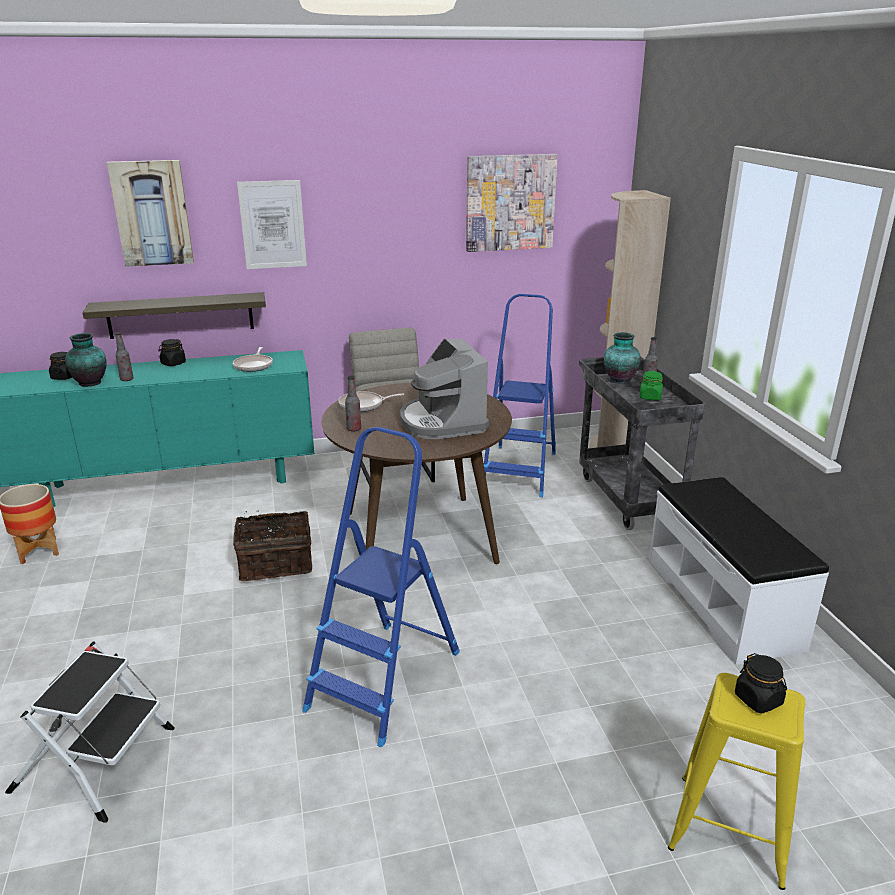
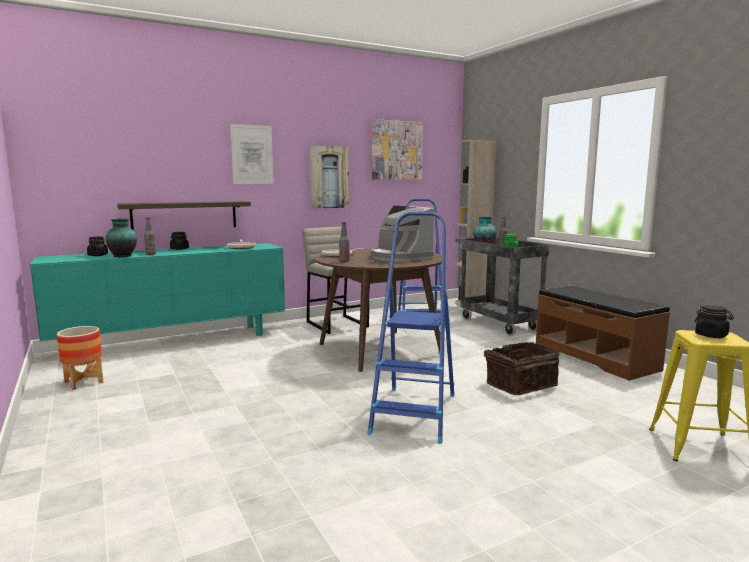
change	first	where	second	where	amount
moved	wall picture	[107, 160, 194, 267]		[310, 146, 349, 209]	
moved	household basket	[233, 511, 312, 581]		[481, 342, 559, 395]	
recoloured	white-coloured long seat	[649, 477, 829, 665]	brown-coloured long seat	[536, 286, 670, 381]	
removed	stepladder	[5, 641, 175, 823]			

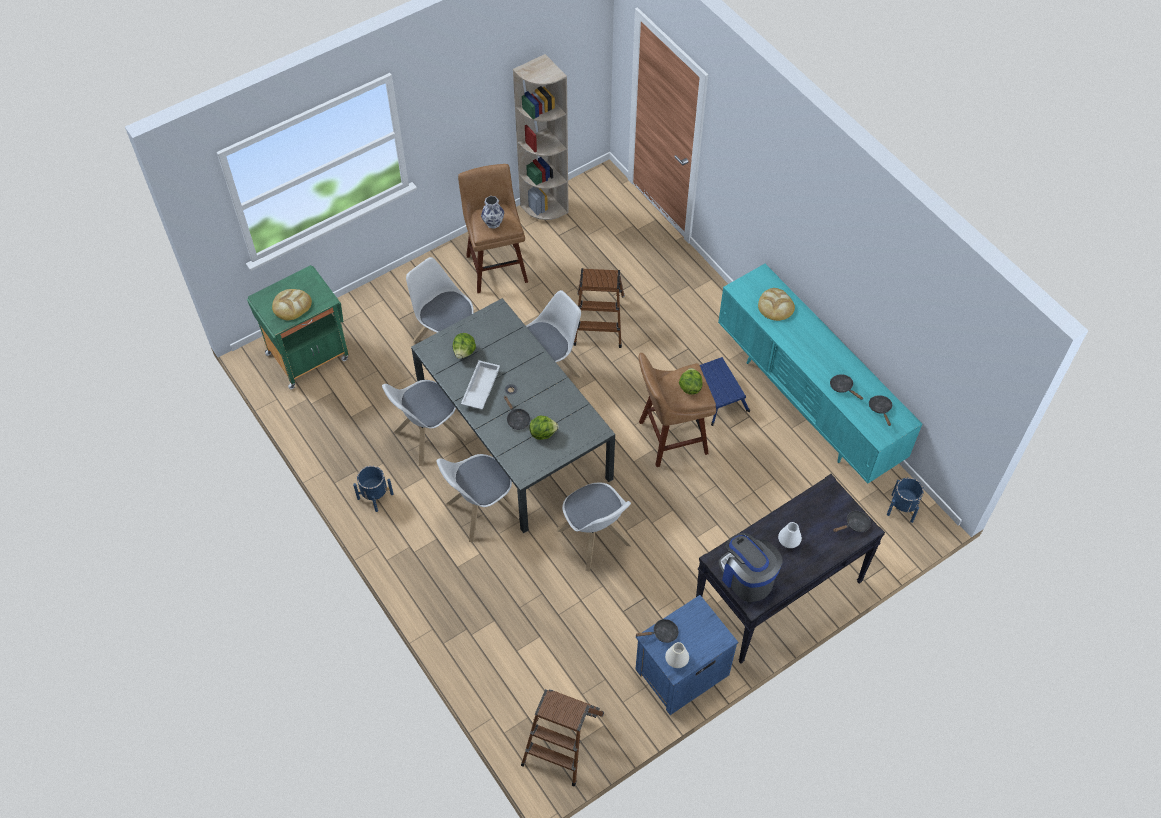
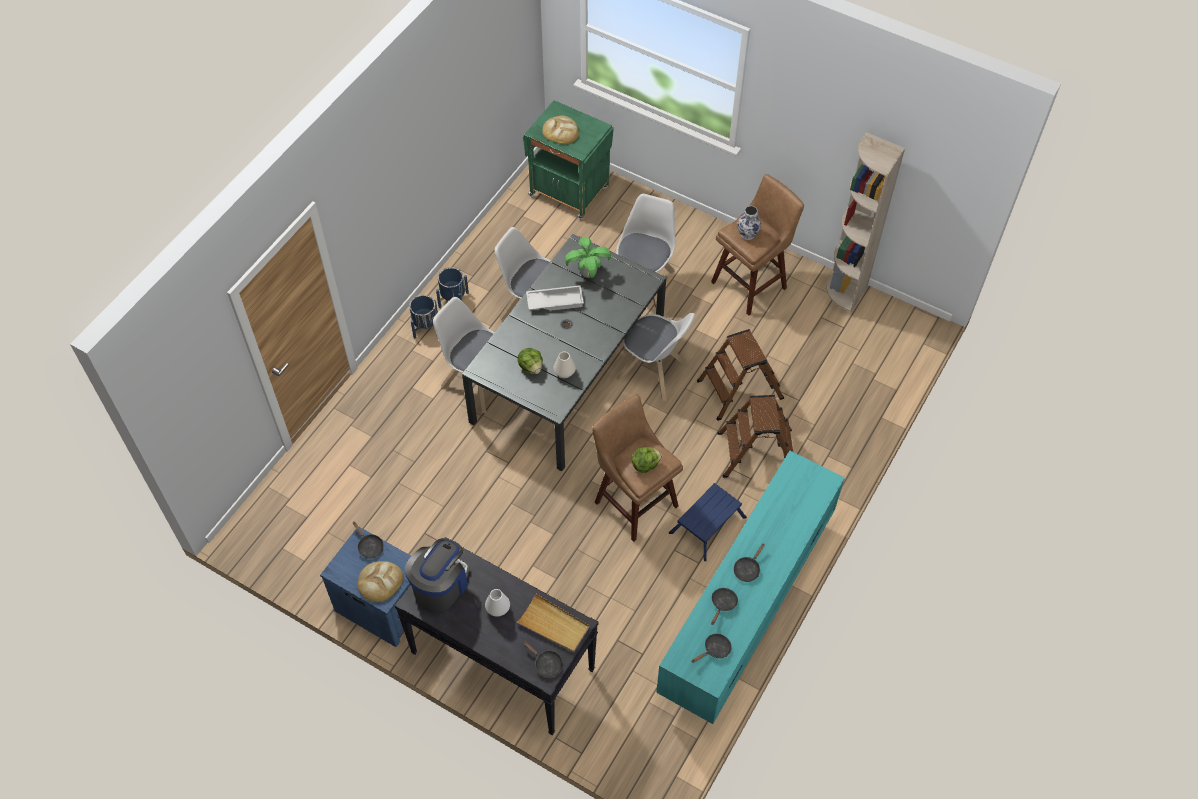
change	first	where	second	where	amount
moved	bakery bread	[758, 288, 795, 321]		[358, 561, 403, 602]	
moved	bluish planter	[887, 477, 924, 523]		[409, 295, 438, 339]	
added			beige-coloured carrying tray	[517, 593, 590, 652]	
moved	white-coloured flower vase	[665, 642, 689, 668]		[554, 351, 576, 378]	
replaced	head of lettuce	[453, 333, 476, 359]	plant in a pot	[565, 237, 611, 278]	
moved	brown-coloured stepladder	[521, 689, 604, 786]		[717, 395, 793, 478]	
moved	black skillet	[504, 396, 530, 430]		[734, 543, 765, 582]	
removed	upright chair	[557, 483, 632, 572]			

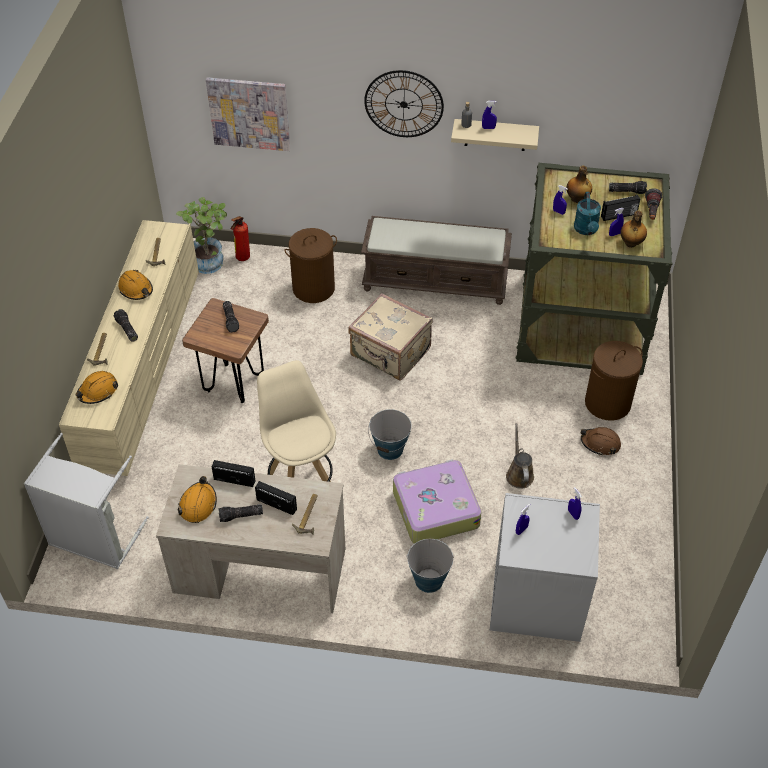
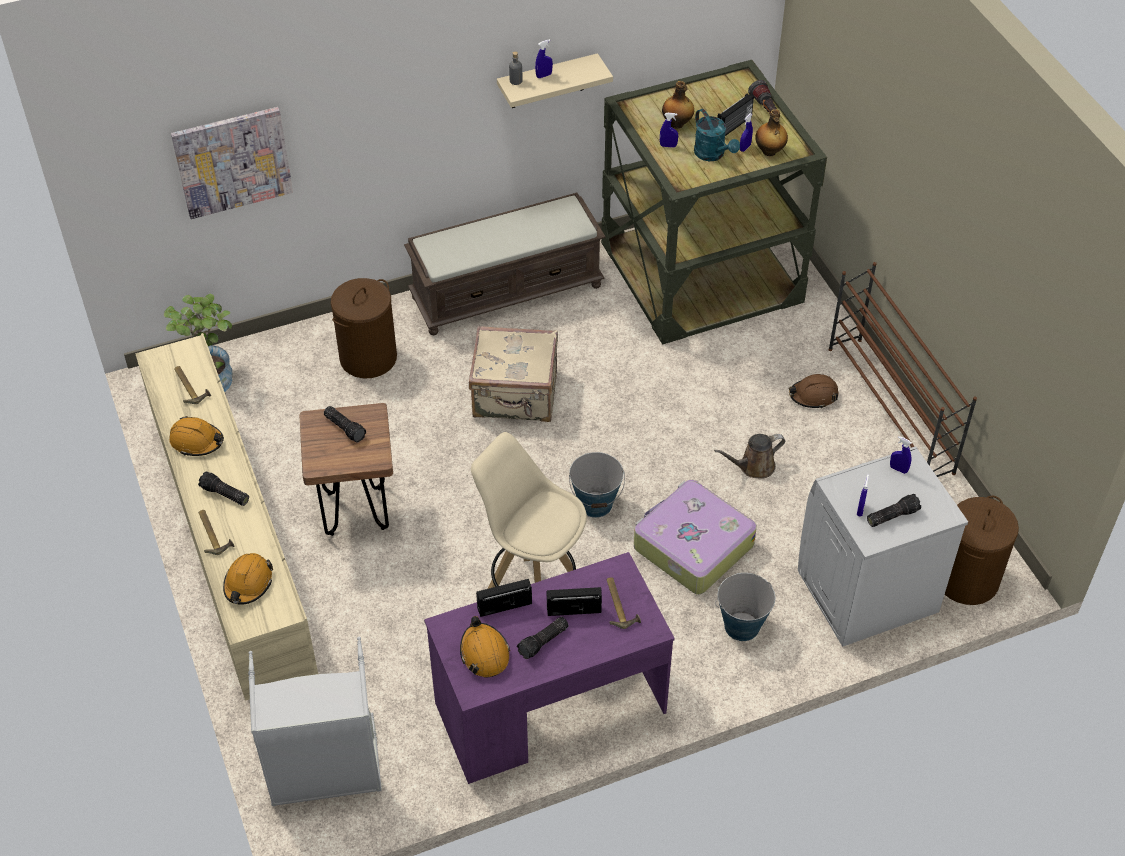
change	first	where	second	where	amount
recoloured	beige-coloured desk	[156, 464, 345, 613]	purple-coloured desk	[424, 552, 675, 784]	
turned	brown-coloured watering can	[506, 423, 534, 489]		[714, 434, 785, 479]	75 degrees counterclockwise
added			brown-coloured shoe shelf	[829, 262, 977, 477]	
moved	torch	[609, 181, 647, 194]		[867, 494, 921, 527]	
moved	brown-coloured laundry basket	[585, 341, 643, 421]		[945, 496, 1019, 605]	
removed	fire-fighting cylinder	[231, 216, 250, 261]			
removed	hanging clock	[364, 70, 444, 137]			

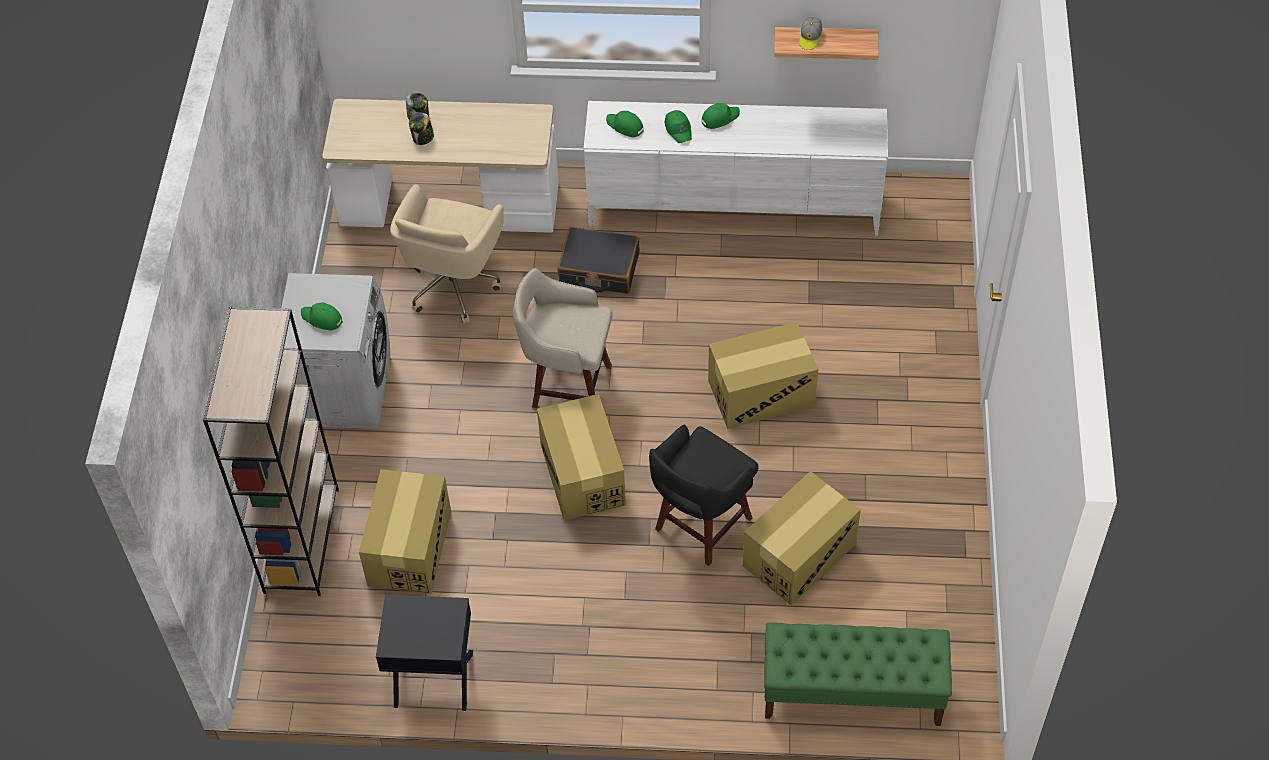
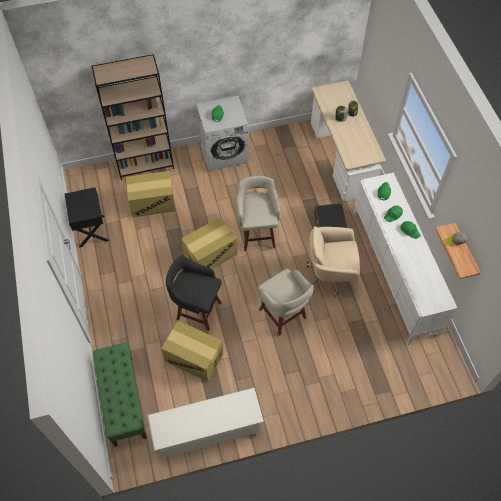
change	first	where	second	where	amount
added			white-coloured shoe shelf	[148, 388, 264, 462]	
replaced	carton	[708, 322, 818, 429]	beige-coloured stool seat	[258, 269, 314, 336]	
moved	beige-coloured office chair	[390, 184, 504, 324]		[306, 226, 360, 298]	

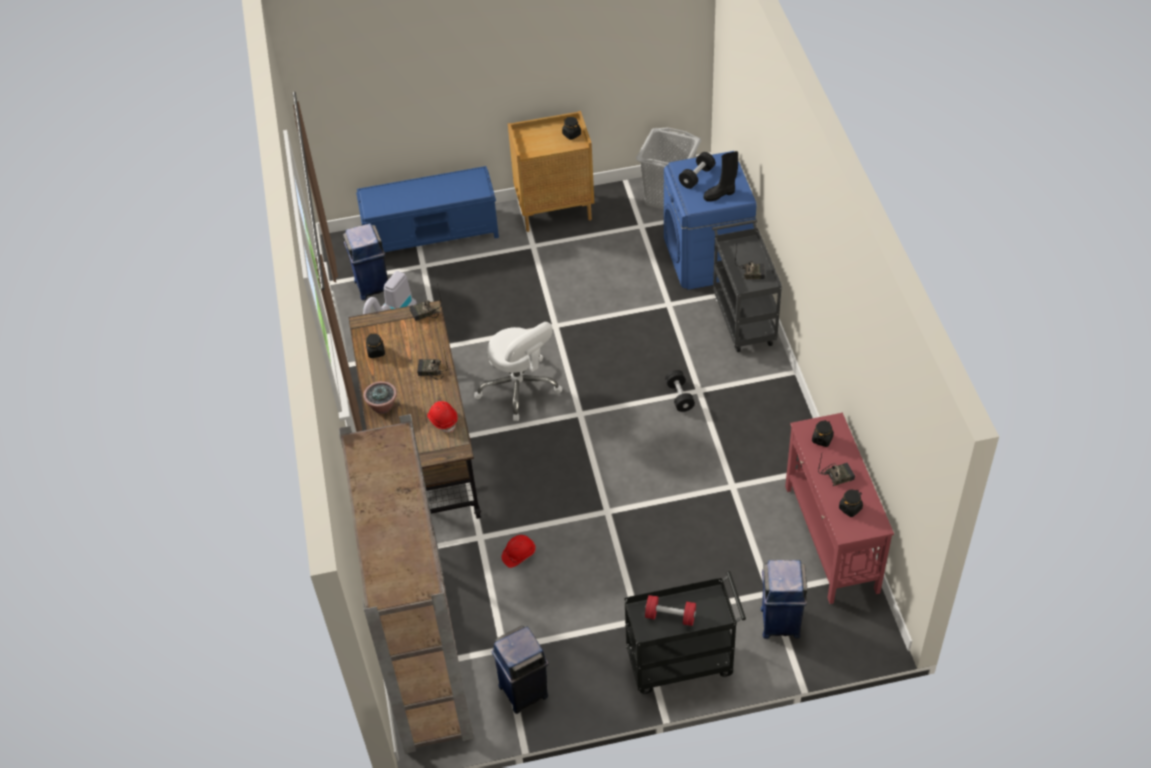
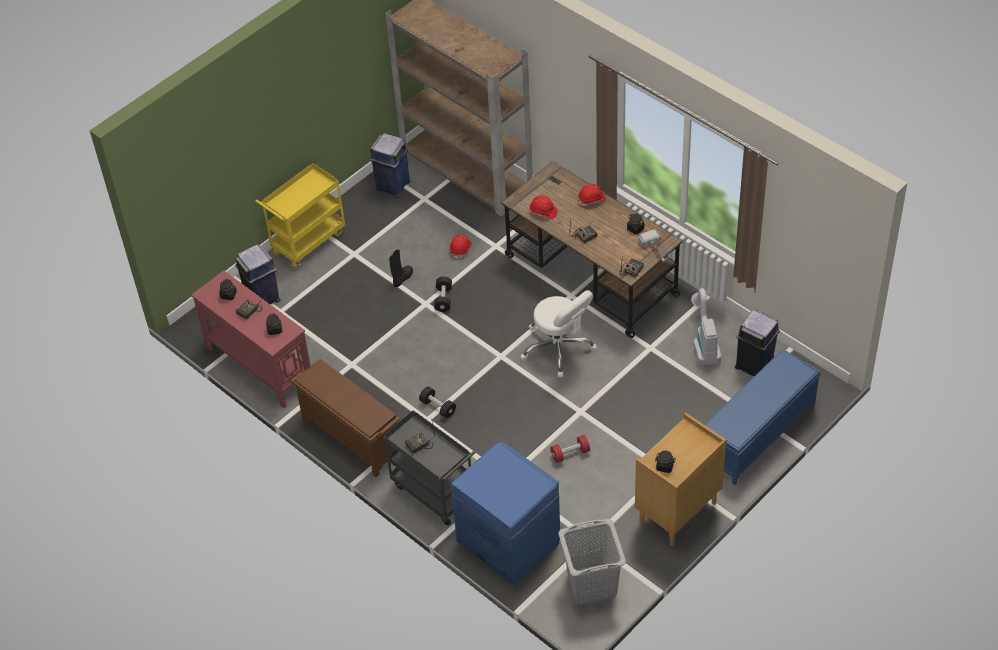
change	first	where	second	where	amount
recoloured	black trolley	[624, 571, 746, 694]	yellowish trolley	[255, 163, 345, 269]	
added			brown-coloured shoe shelf	[291, 359, 400, 477]	
moved	black tall boot	[704, 151, 738, 202]		[389, 250, 413, 287]	
moved	black dumbbell	[679, 152, 715, 189]		[434, 276, 452, 312]	
turned	white-coloured office chair	[474, 322, 563, 421]		[520, 290, 597, 377]	150 degrees counterclockwise
moved	reddish dumbbell	[645, 595, 696, 626]		[551, 435, 590, 463]	
replaced	plant in a pot	[363, 381, 397, 414]	reddish work helmet	[578, 184, 606, 206]	
added			tool hammer	[638, 229, 665, 262]	

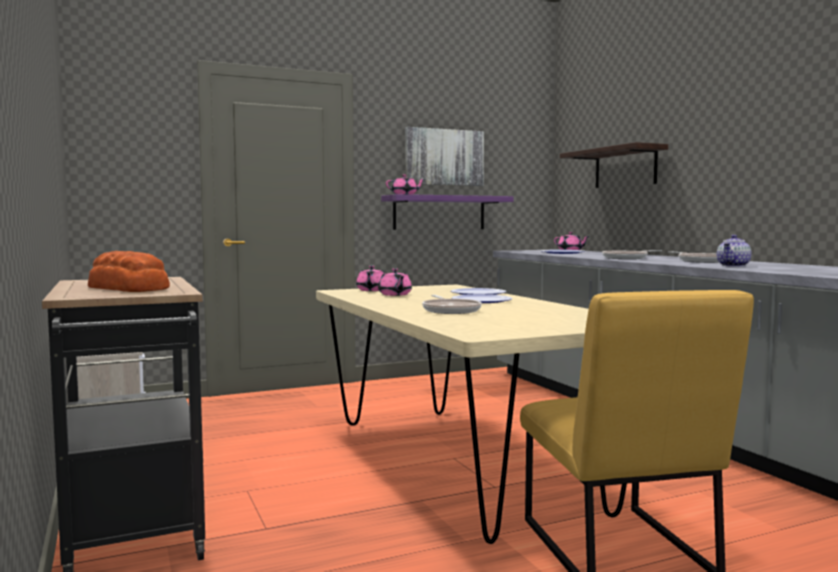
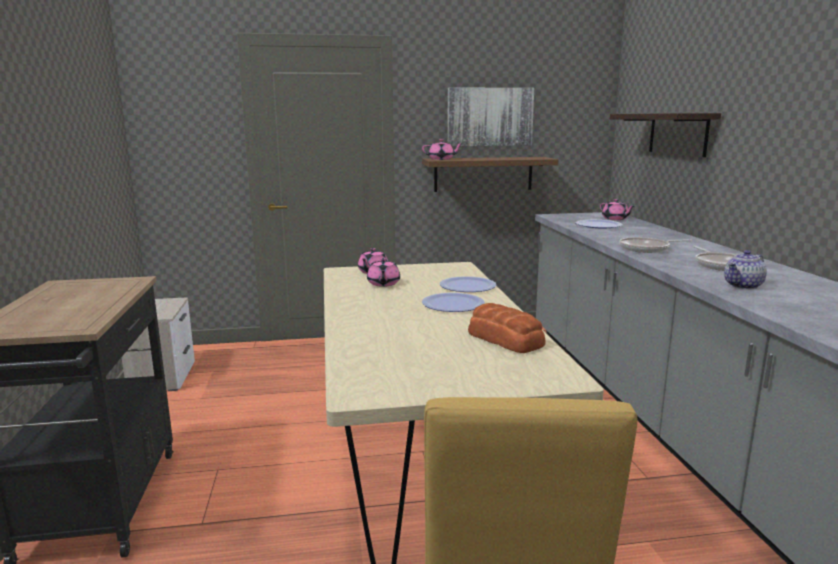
change	first	where	second	where	amount
recoloured	purple-coloured bracket shelf	[381, 194, 514, 230]	brown-coloured bracket shelf	[422, 157, 558, 192]	
moved	bakery bread	[88, 251, 170, 292]		[468, 303, 546, 353]	
removed	skillet	[422, 295, 482, 314]			

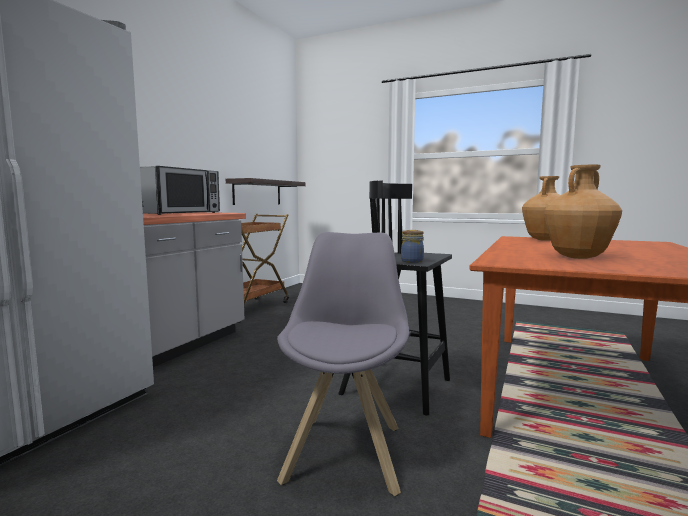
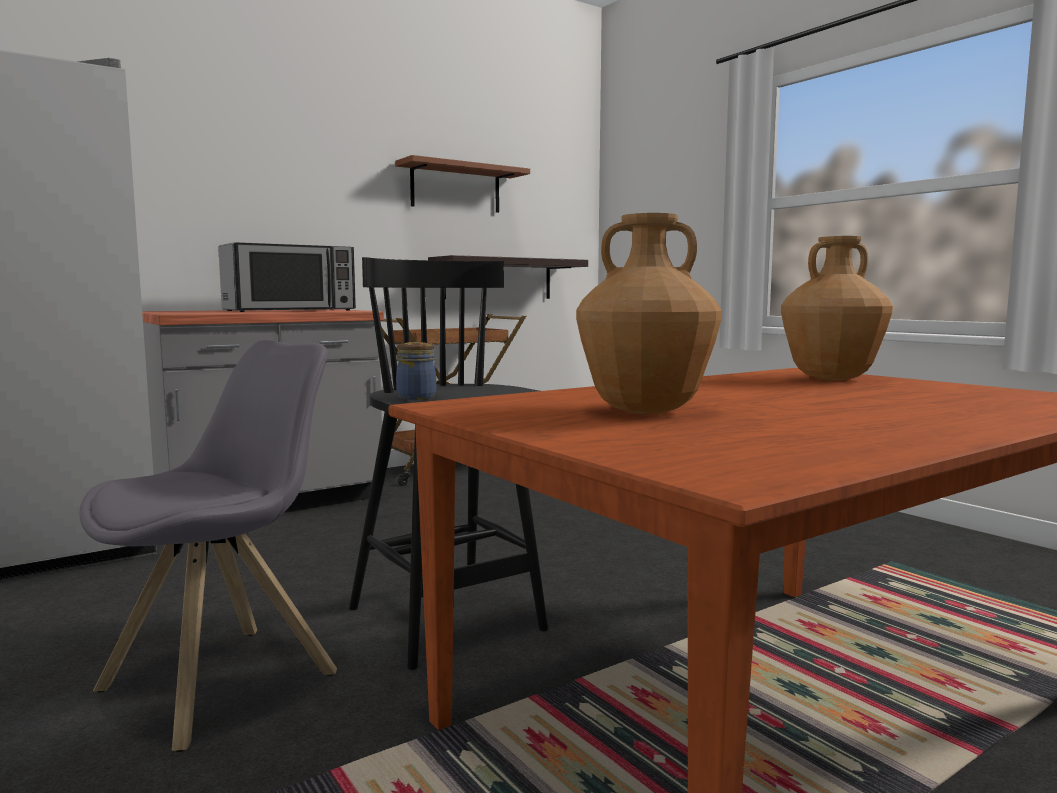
change	first	where	second	where	amount
added			brown-coloured bracket shelf	[395, 155, 530, 213]	

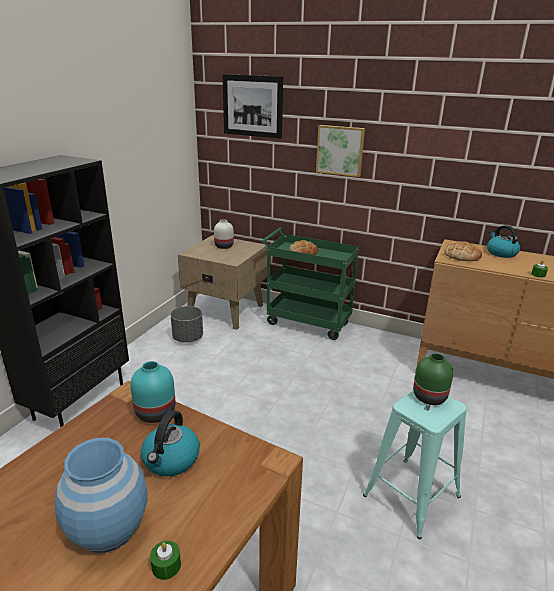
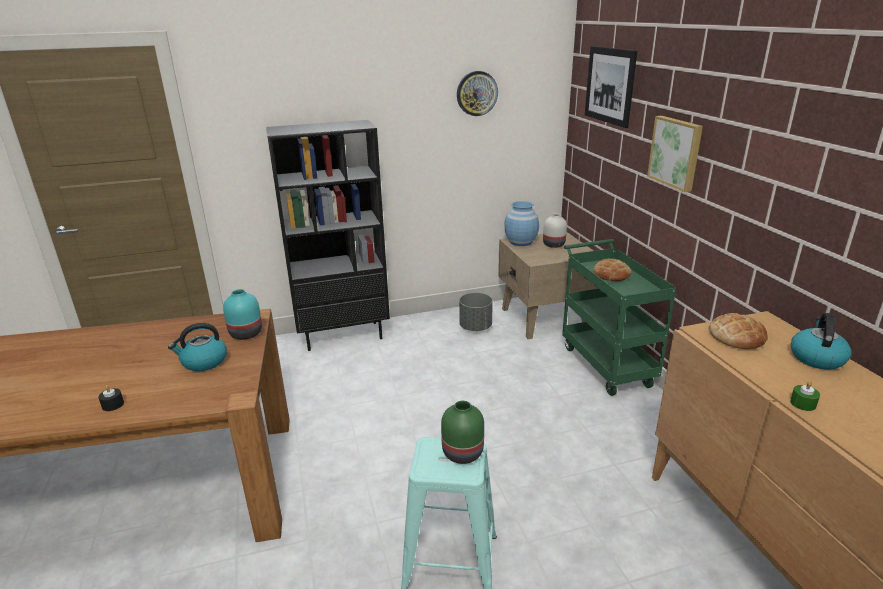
change	first	where	second	where	amount
recoloured	green candle	[150, 541, 181, 580]	black candle	[98, 385, 124, 411]	
added			hanging clock	[457, 71, 498, 116]	
moved	bluish flower vase	[55, 438, 148, 553]		[504, 201, 539, 246]	

